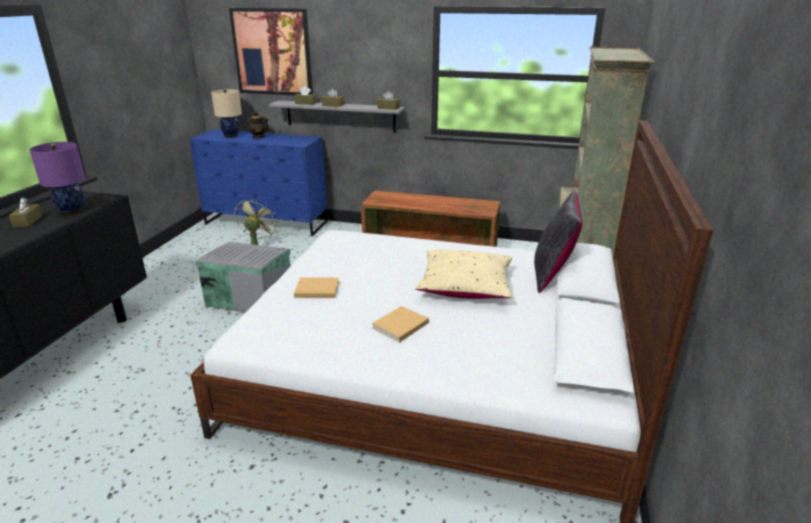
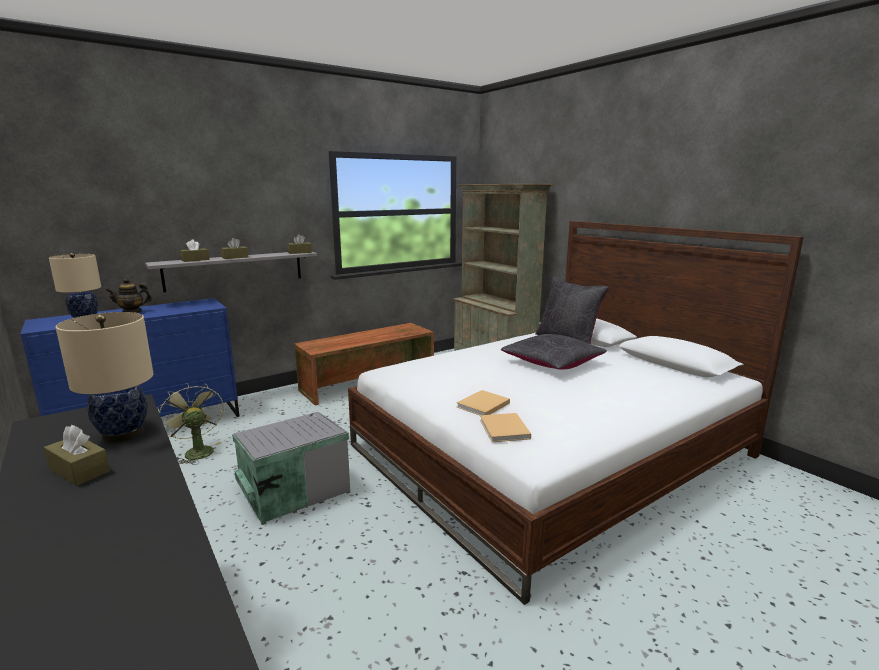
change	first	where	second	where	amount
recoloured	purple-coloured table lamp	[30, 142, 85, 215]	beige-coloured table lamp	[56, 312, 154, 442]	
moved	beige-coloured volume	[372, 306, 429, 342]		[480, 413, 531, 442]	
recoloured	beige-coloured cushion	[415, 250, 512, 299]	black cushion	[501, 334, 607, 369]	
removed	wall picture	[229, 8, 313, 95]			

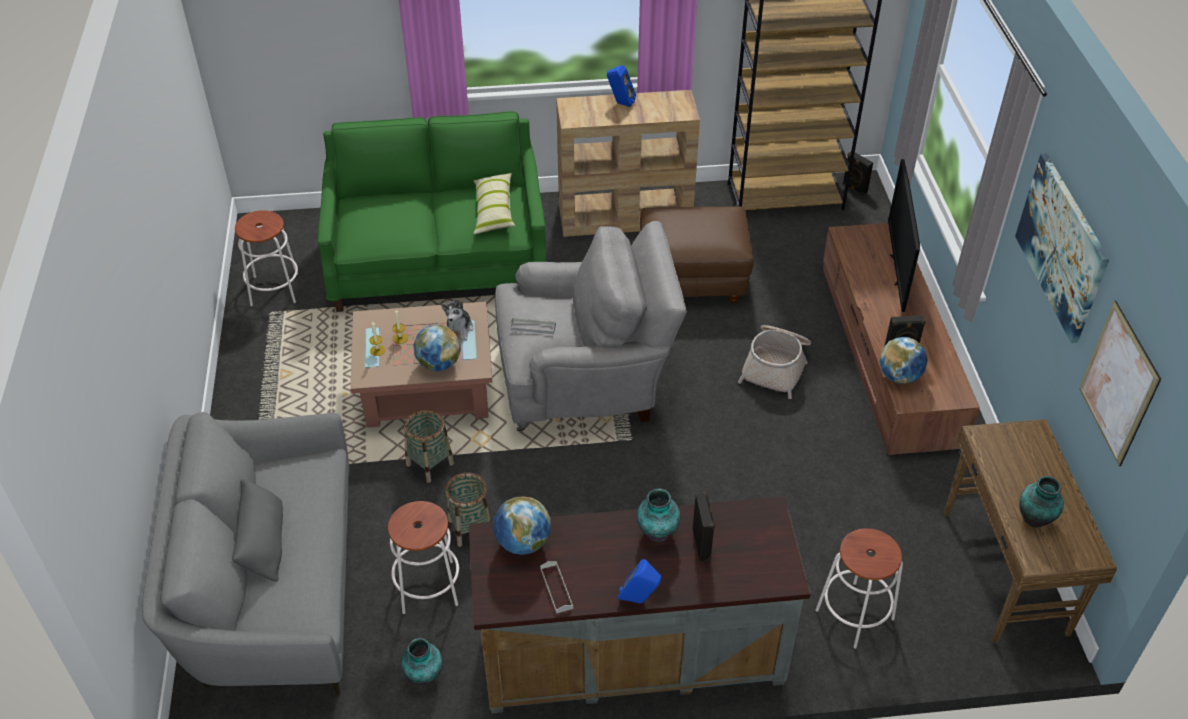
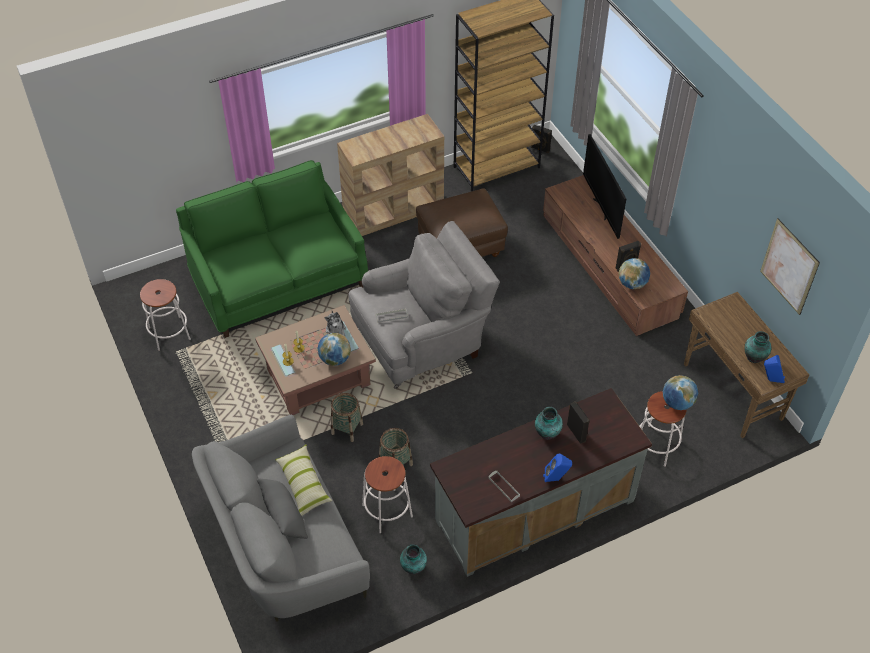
change	first	where	second	where	amount
moved	cushion	[473, 172, 515, 234]		[275, 444, 332, 516]	
moved	desk globe	[493, 496, 551, 555]		[663, 375, 698, 410]	
moved	bluish speaker	[607, 65, 636, 107]		[764, 355, 785, 383]	
removed	household basket	[738, 325, 811, 399]			
removed	wall picture	[1015, 153, 1110, 343]			

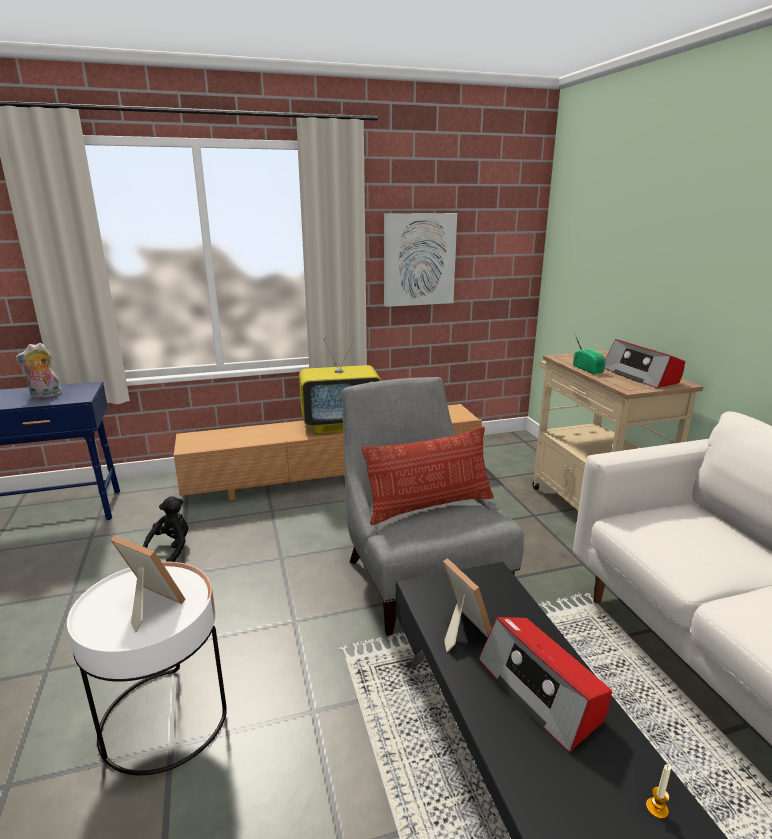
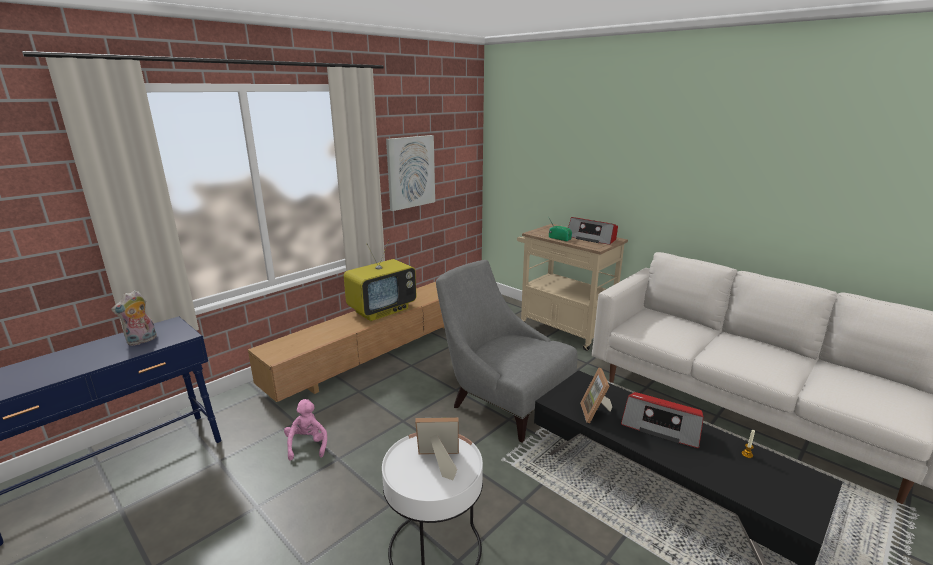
change	first	where	second	where	amount
recoloured	black cuddly toy	[143, 496, 188, 562]	pinkish cuddly toy	[284, 399, 327, 461]	
turned	photo frame	[443, 558, 492, 652]		[580, 368, 612, 423]	120 degrees counterclockwise
removed	cushion	[362, 426, 494, 525]			

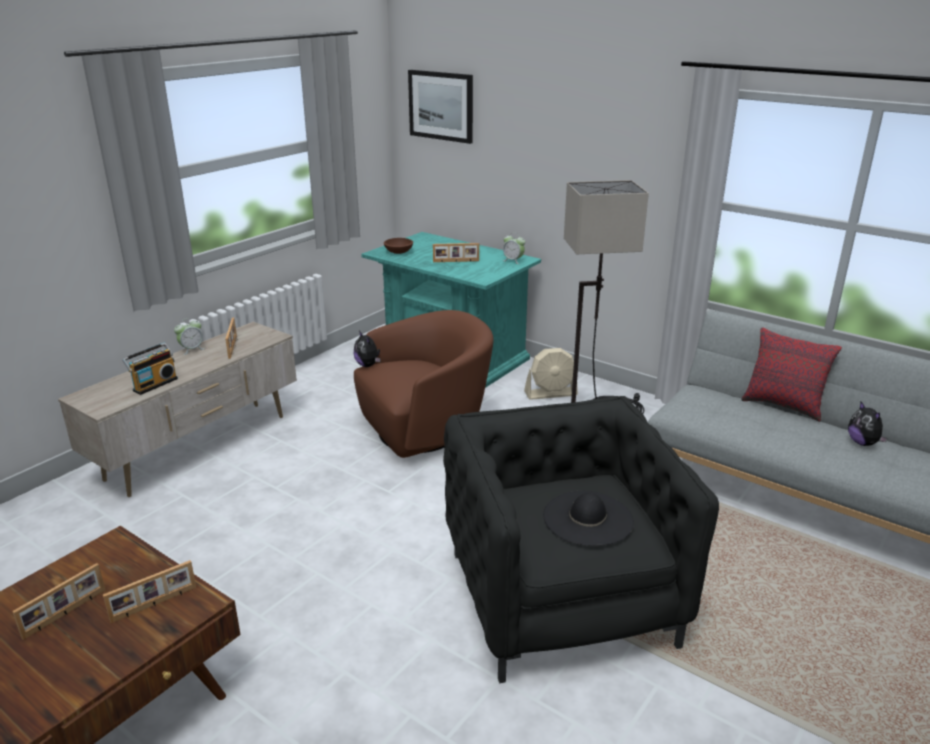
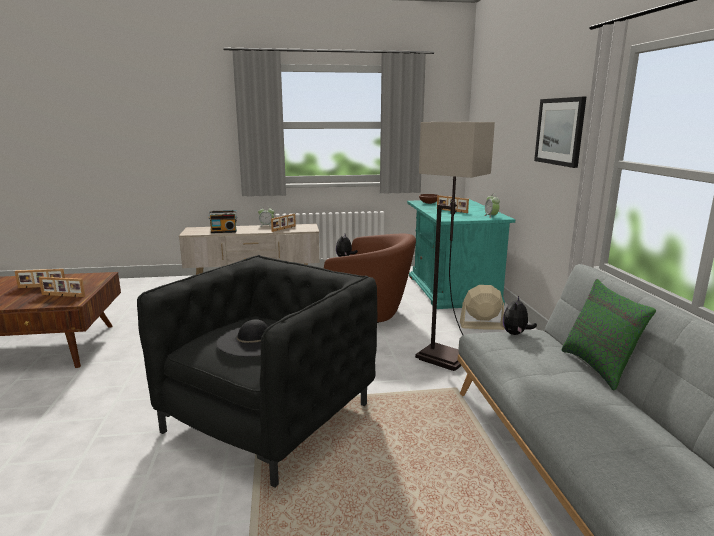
change	first	where	second	where	amount
turned	beige-coloured cooling fan	[524, 348, 578, 400]		[460, 285, 505, 330]	150 degrees clockwise
moved	cuddly toy	[848, 402, 888, 446]		[503, 296, 537, 335]	
moved	wall picture	[408, 70, 473, 144]		[534, 97, 586, 168]	
recoloured	reddish cushion	[741, 327, 842, 422]	green cushion	[562, 279, 656, 391]	

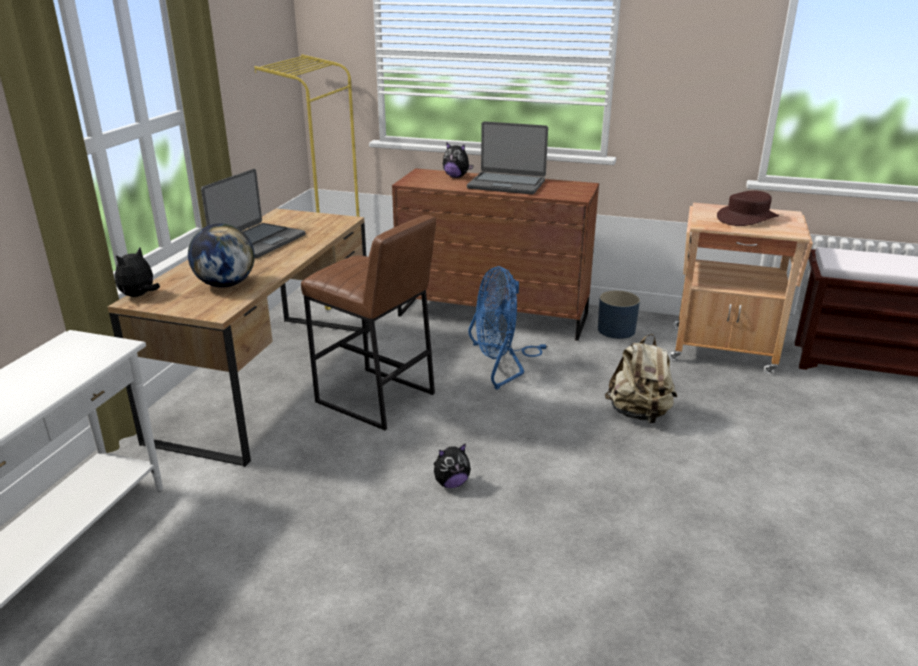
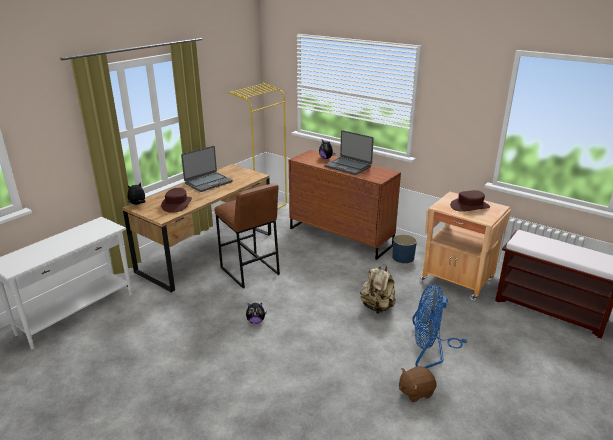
change	first	where	second	where	amount
replaced	desk globe	[188, 223, 255, 288]	brown-coloured clothing hat	[161, 188, 192, 213]	
added			brown-coloured cuddly toy	[399, 366, 437, 402]	
moved	bluish cooling fan	[468, 266, 547, 390]		[412, 284, 467, 368]	

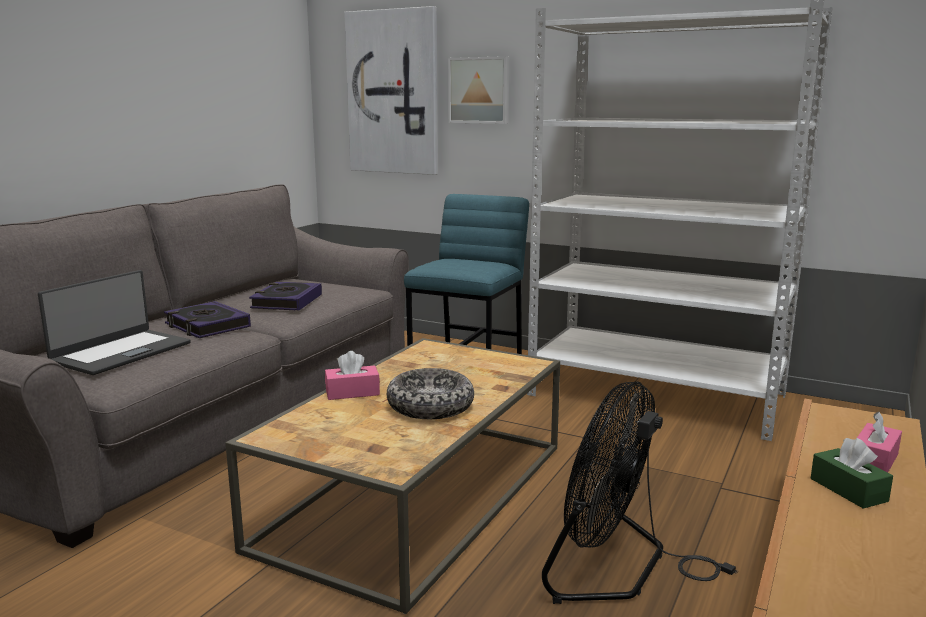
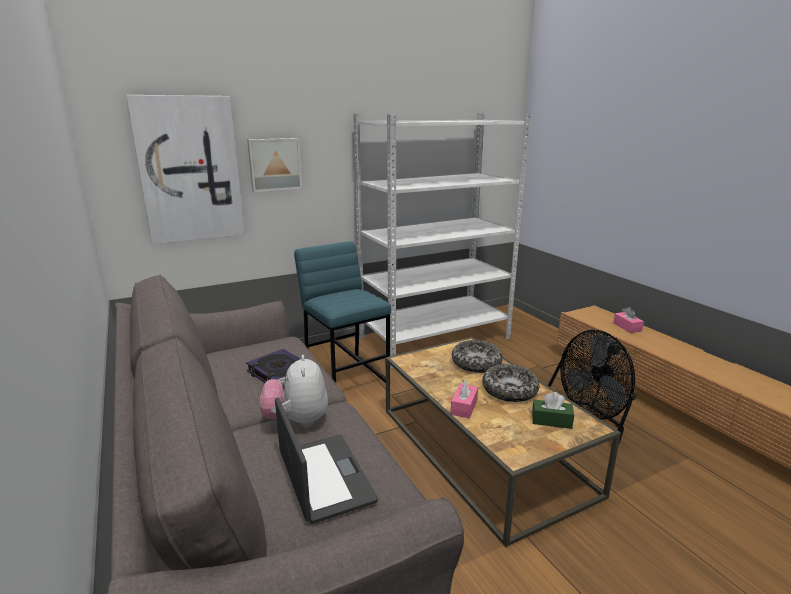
change	first	where	second	where	amount
replaced	volume	[164, 301, 251, 338]	cuddly toy	[260, 355, 328, 427]	
added			serving bowl	[452, 340, 503, 373]	
moved	green tissue holder	[811, 438, 893, 509]		[532, 392, 574, 429]	

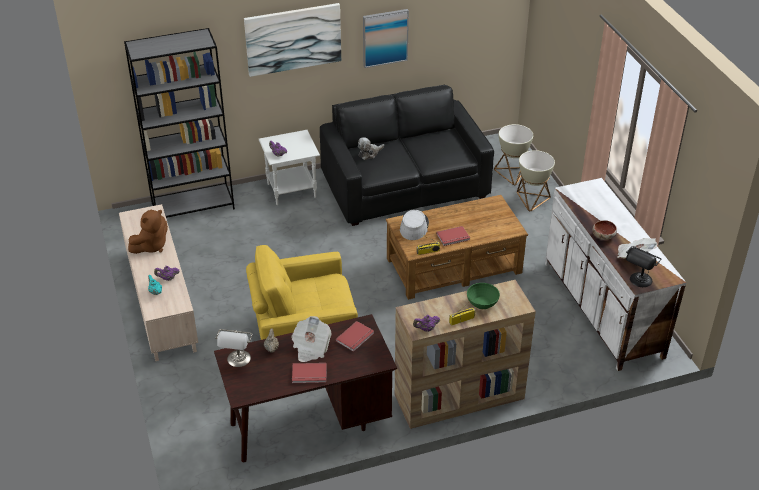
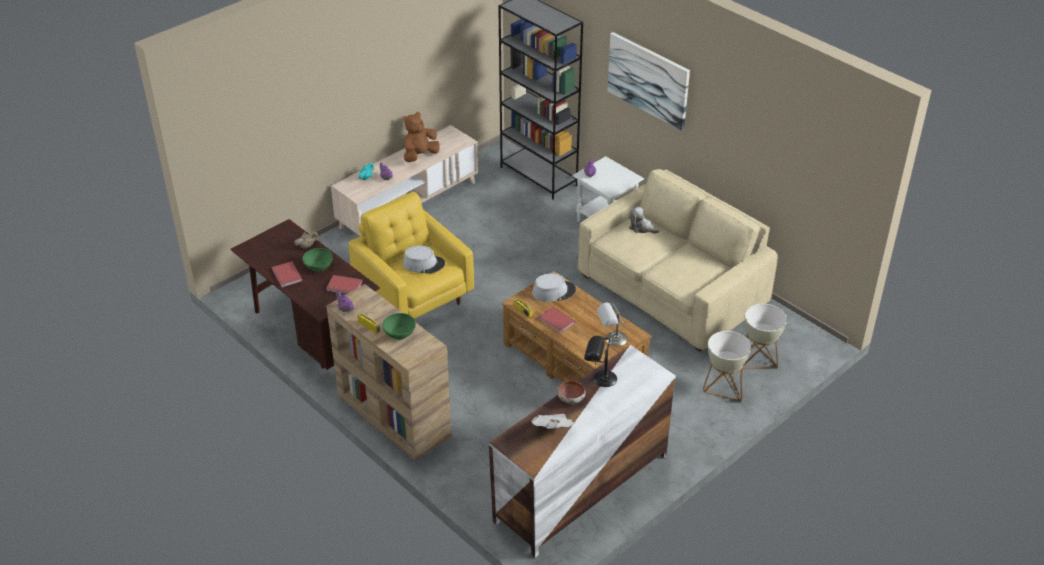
change	first	where	second	where	amount
replaced	newspaper	[291, 316, 332, 362]	green serving bowl	[302, 248, 333, 272]	
turned	brown-coloured cuddly toy	[128, 210, 168, 254]		[403, 112, 440, 162]	120 degrees clockwise
added			gray clothing hat	[403, 245, 445, 273]	
recoloured	black couch	[320, 85, 494, 226]	beige-coloured couch	[578, 169, 778, 352]	
moved	black table lamp	[626, 246, 661, 287]		[584, 336, 617, 387]	
moved	white-coloured table lamp	[215, 329, 253, 367]		[597, 302, 627, 346]	
removed	wall picture	[363, 9, 409, 68]			

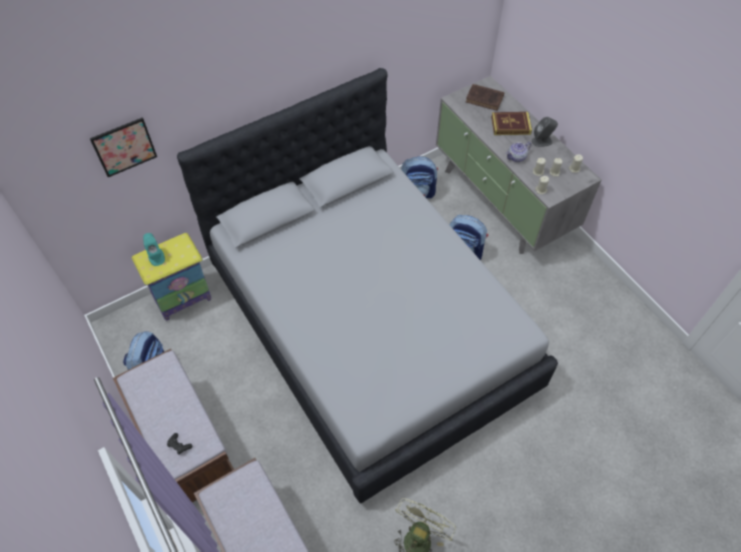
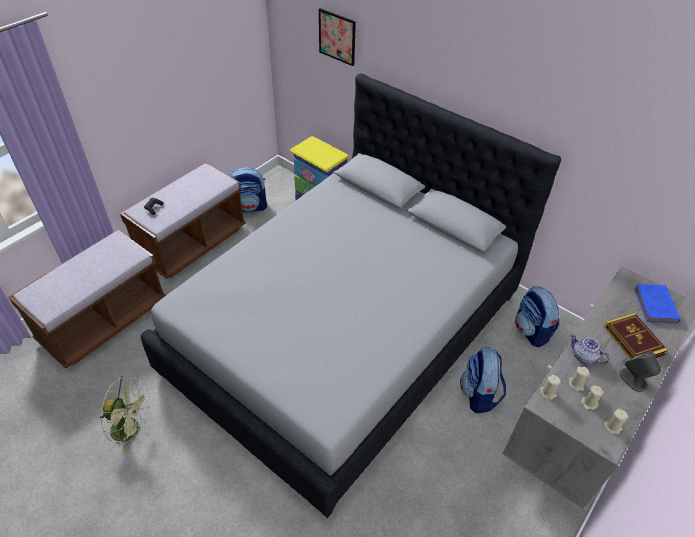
change	first	where	second	where	amount
recoloured	brown-coloured volume	[466, 84, 504, 111]	bluish volume	[634, 284, 681, 324]	
removed	turquoise-coloured speaker	[143, 233, 165, 266]			

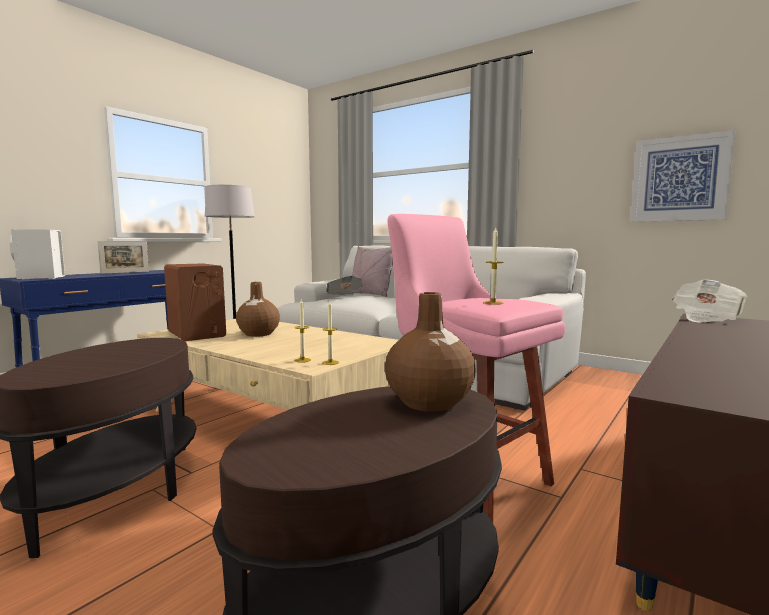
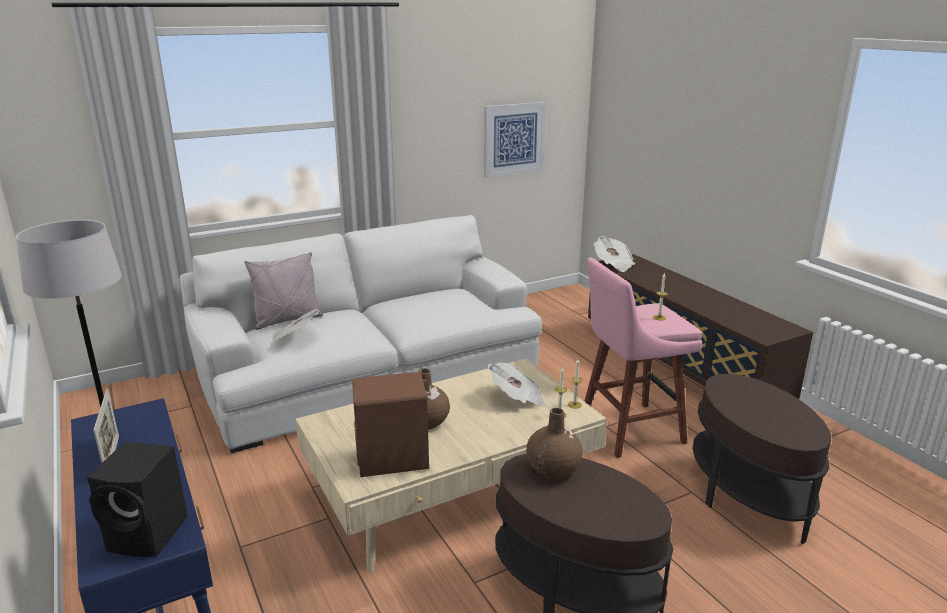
change	first	where	second	where	amount
recoloured	white-coloured speaker	[9, 229, 65, 279]	black speaker	[87, 442, 188, 557]	
added			newspaper	[488, 362, 545, 406]	
moved	brown-coloured flower vase	[385, 292, 476, 412]		[526, 408, 583, 479]	

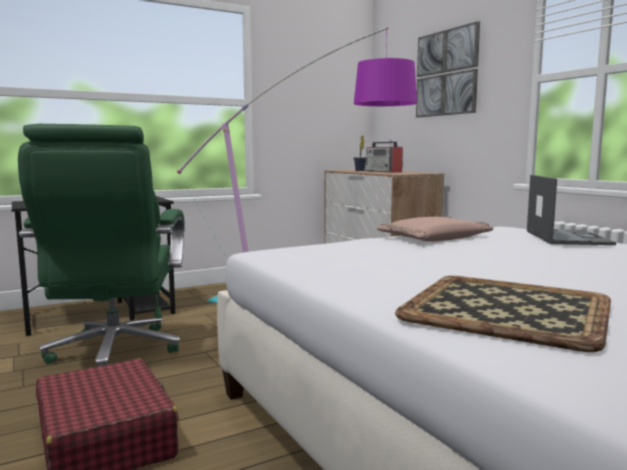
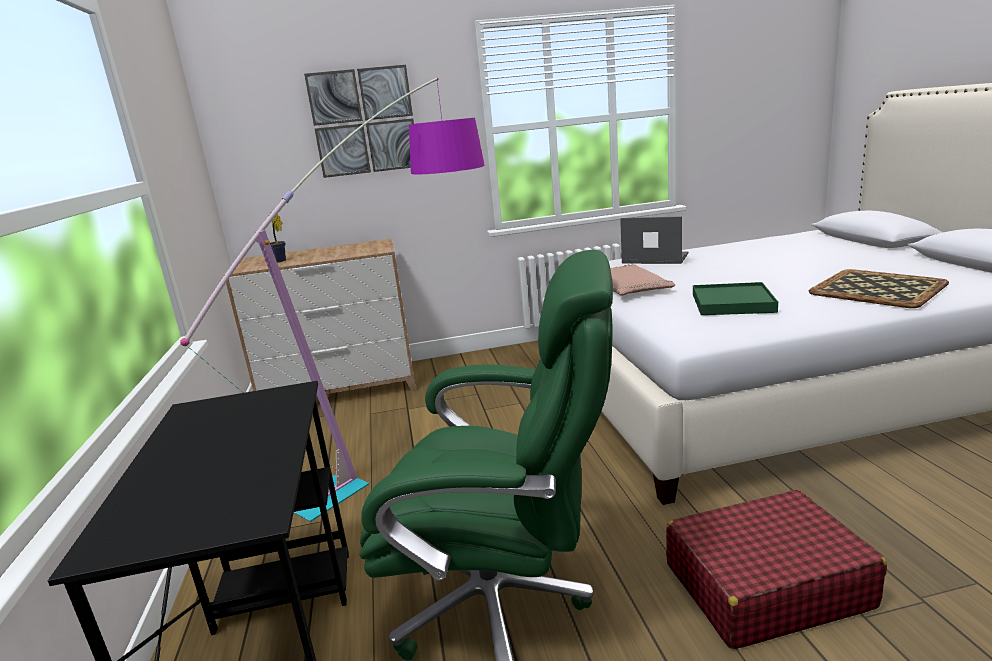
change	first	where	second	where	amount
added			green carrying tray	[693, 282, 778, 315]	
removed	radio receiver	[365, 140, 403, 173]			

